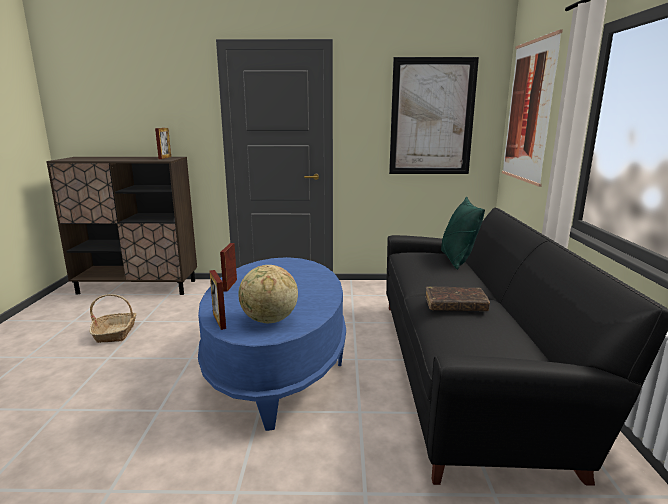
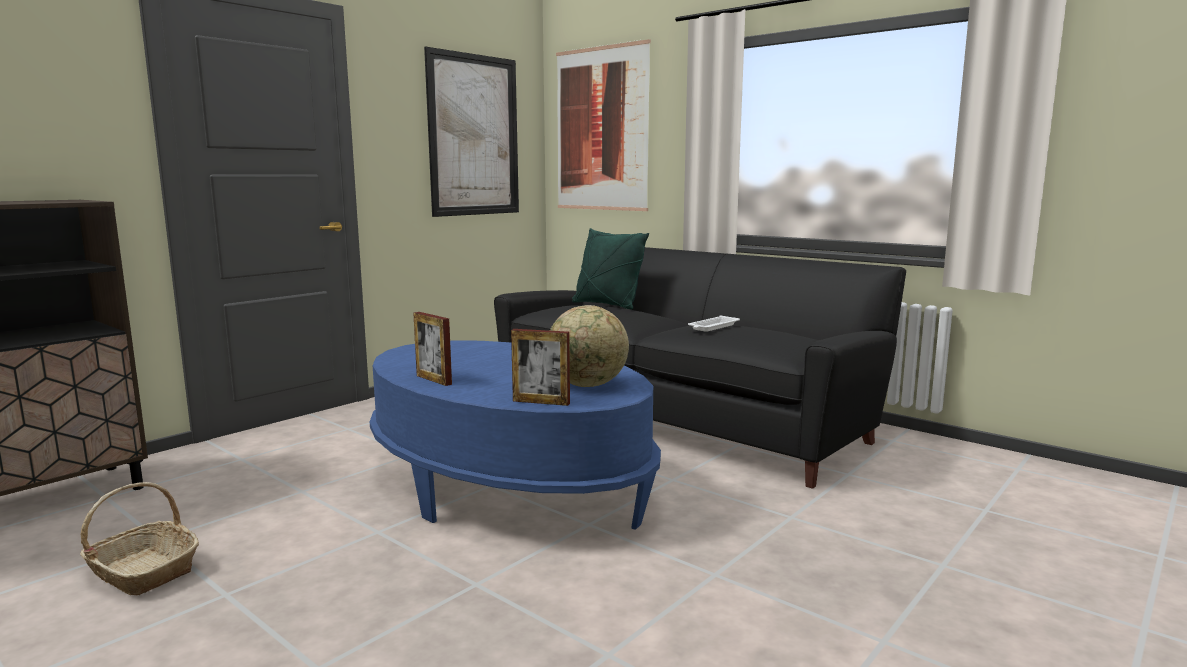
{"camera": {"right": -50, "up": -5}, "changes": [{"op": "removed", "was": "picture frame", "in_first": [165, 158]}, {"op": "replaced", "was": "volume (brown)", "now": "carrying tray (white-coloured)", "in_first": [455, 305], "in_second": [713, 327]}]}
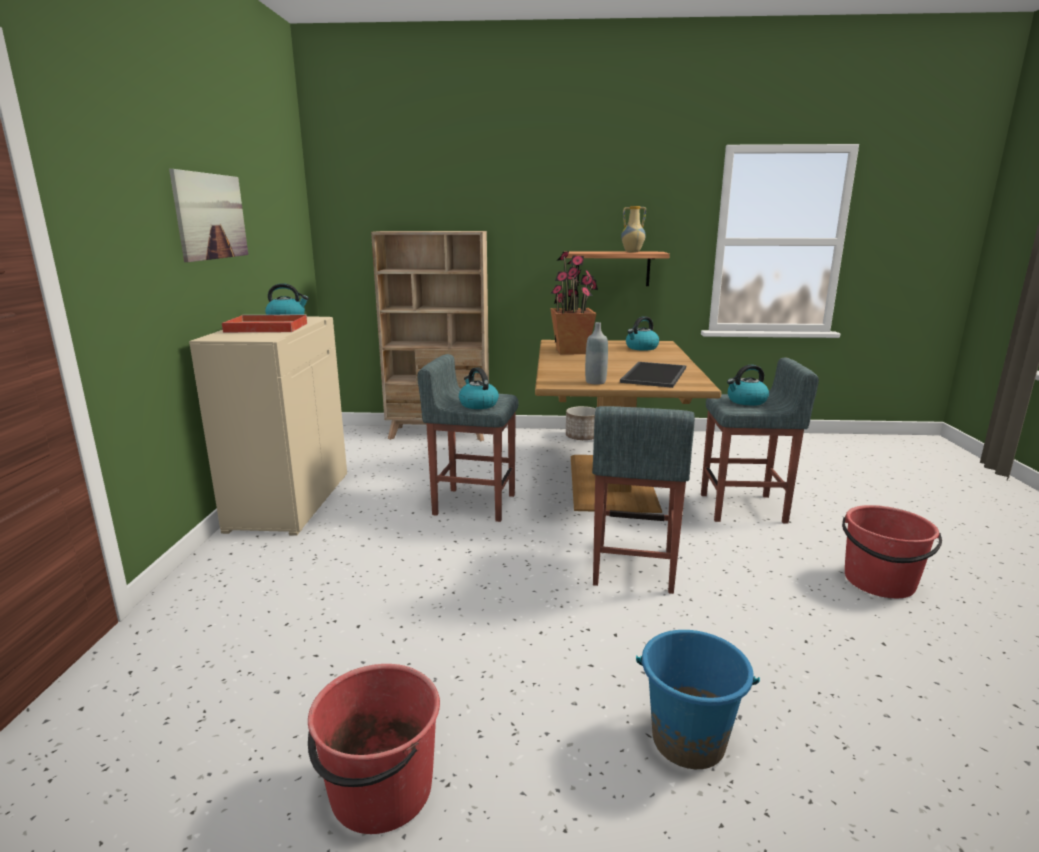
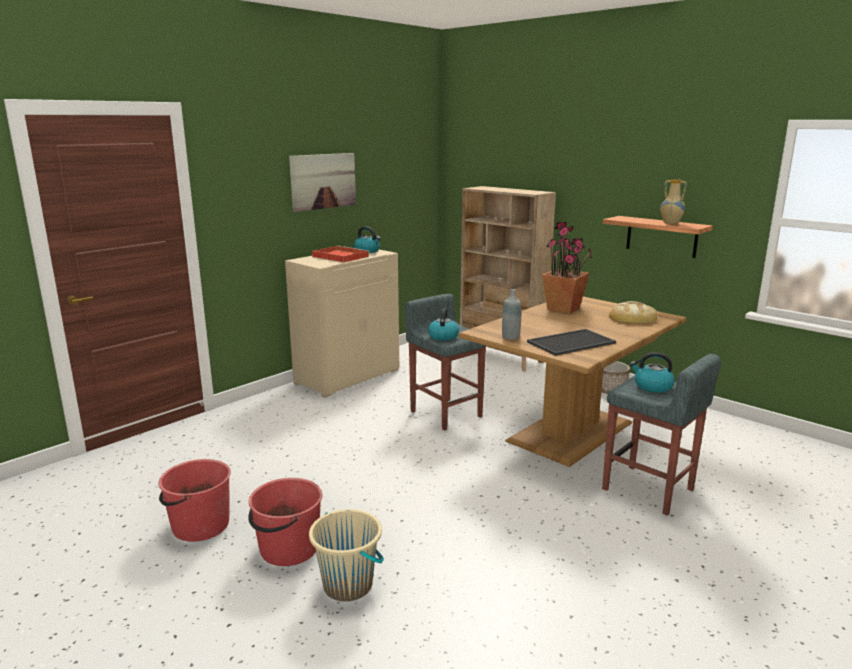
{"camera": {"right": 40, "up": 0}, "changes": [{"op": "removed", "was": "stool seat (greyish)", "in_first": [633, 567]}, {"op": "replaced", "was": "kettle", "now": "bakery bread", "in_first": [641, 348], "in_second": [632, 317]}, {"op": "recoloured", "was": "pail (blue)", "now": "pail (beige)", "in_first": [688, 741], "in_second": [348, 585]}, {"op": "moved", "was": "pail (reddish)", "in_first": [879, 582], "in_second": [288, 549]}]}
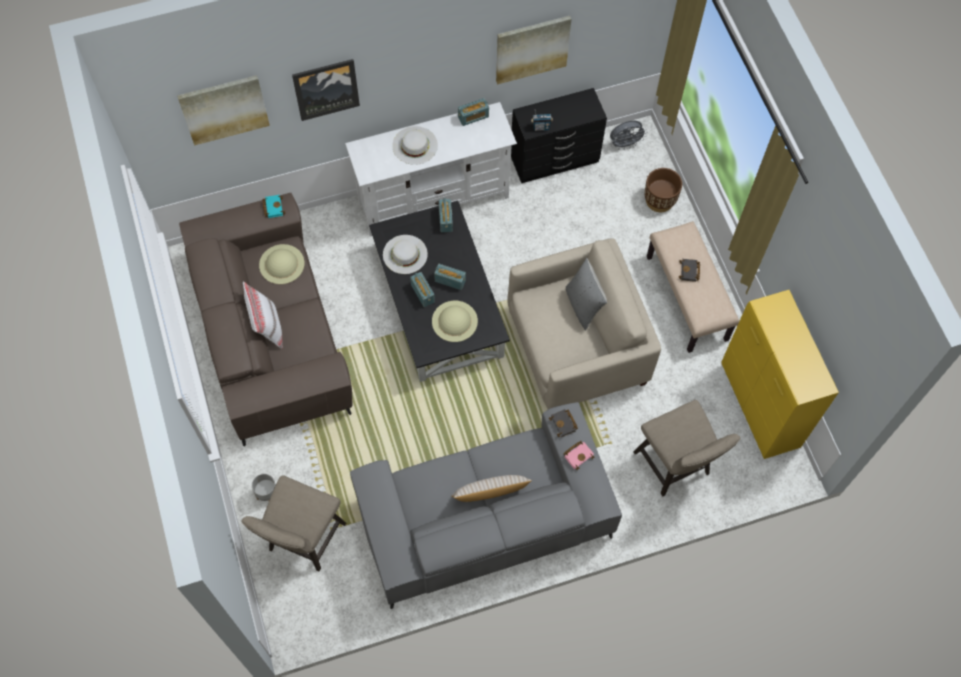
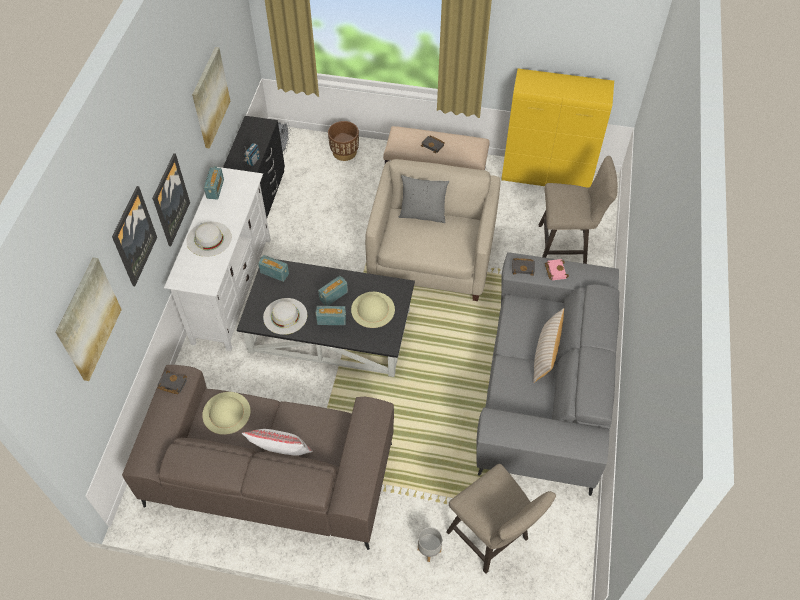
{"camera": {"right": -60, "up": -10}, "changes": [{"op": "recoloured", "was": "volume (turquoise)", "now": "volume (black)", "in_first": [273, 207], "in_second": [171, 384]}, {"op": "added", "now": "wall art", "in_second": [170, 200]}]}
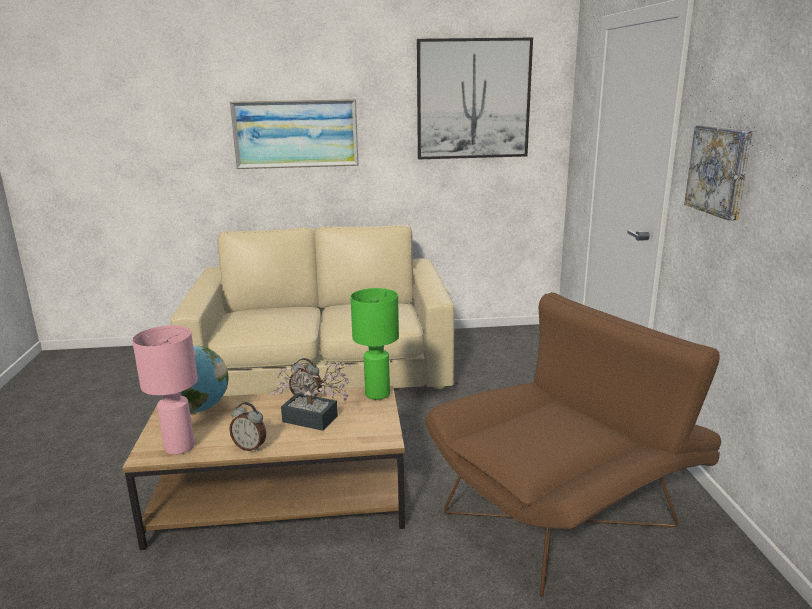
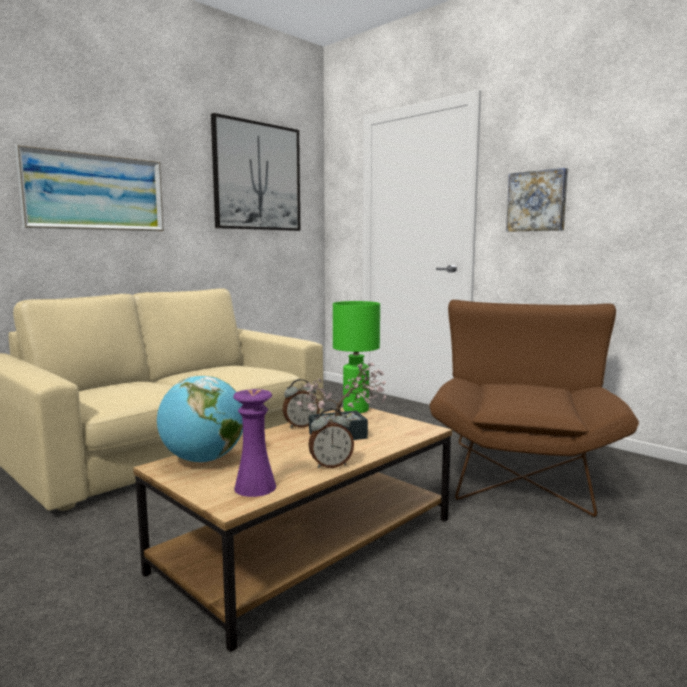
{"camera": {"right": -40, "up": -10}, "changes": [{"op": "replaced", "was": "lamp for a table (pinkish)", "now": "flower vase (purple-coloured)", "in_first": [179, 447], "in_second": [255, 487]}]}
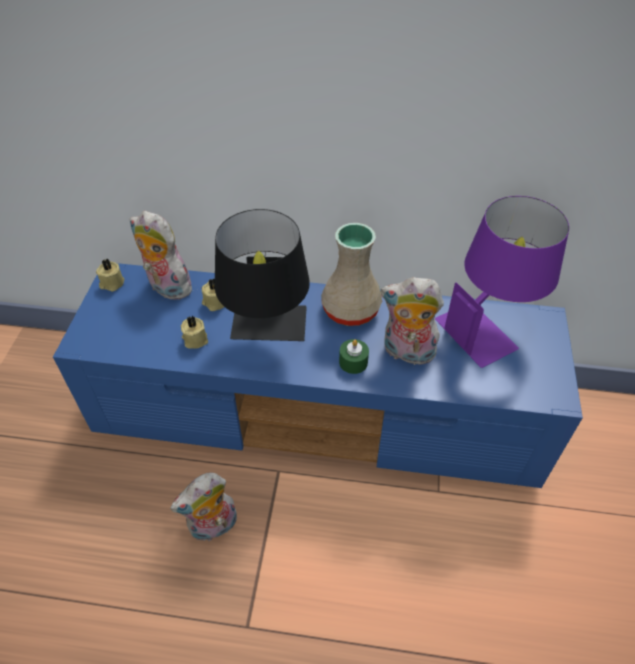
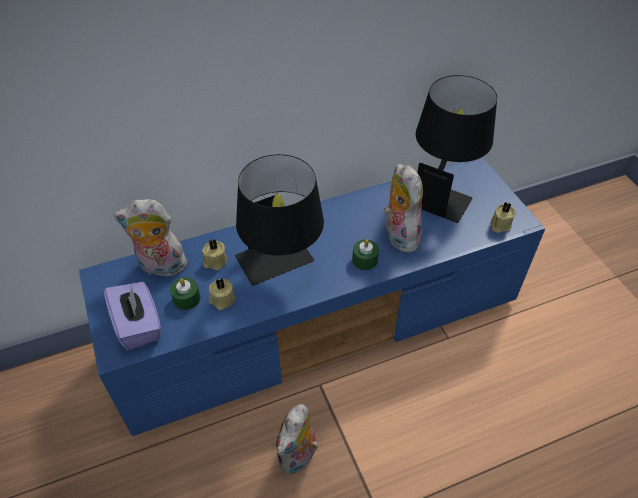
{"camera": {"right": -30, "up": 0}, "changes": [{"op": "moved", "was": "wax candle (beige)", "in_first": [111, 283], "in_second": [499, 225]}, {"op": "removed", "was": "flower vase (beige)", "in_first": [352, 310]}, {"op": "turned", "was": "soft toy", "in_first": [406, 353], "in_second": [398, 235], "clockwise": 90}, {"op": "recoloured", "was": "lamp for a table (purple-coloured)", "now": "lamp for a table (black)", "in_first": [488, 326], "in_second": [441, 190]}, {"op": "added", "now": "tissue box (purple-coloured)", "in_second": [138, 326]}, {"op": "added", "now": "wax candle (greenish)", "in_second": [186, 298]}]}
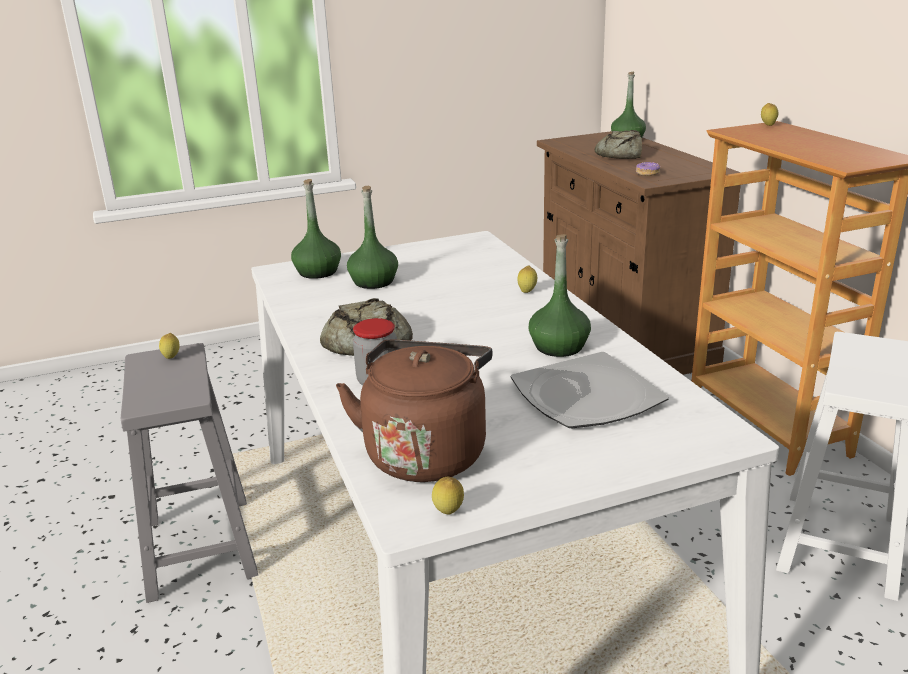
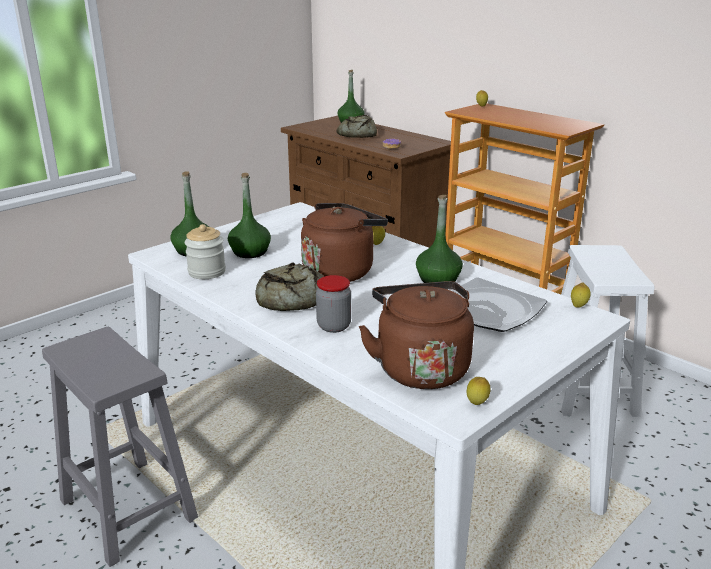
{"camera": {"right": -25, "up": 0}, "changes": [{"op": "moved", "was": "citrus fruit", "in_first": [171, 358], "in_second": [578, 306]}, {"op": "added", "now": "storage jar", "in_second": [207, 272]}, {"op": "added", "now": "kettle (brown)", "in_second": [340, 271]}]}
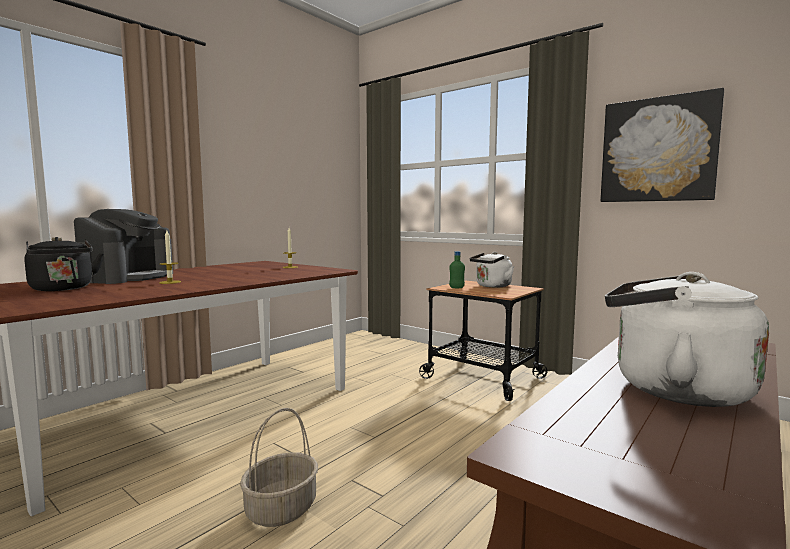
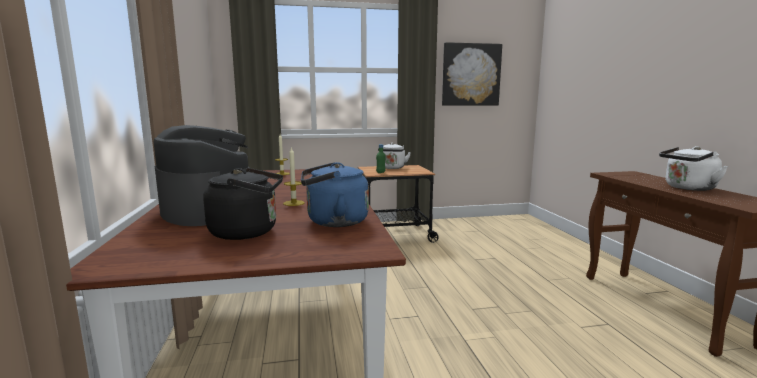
{"camera": {"right": -50, "up": 5}, "changes": [{"op": "removed", "was": "household basket", "in_first": [281, 509]}, {"op": "added", "now": "kettle (blue)", "in_second": [333, 222]}]}
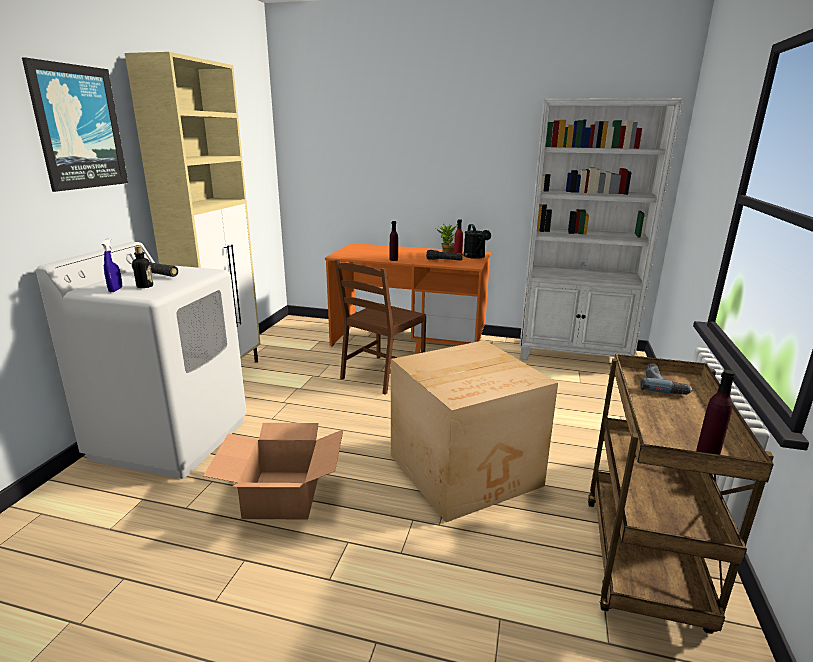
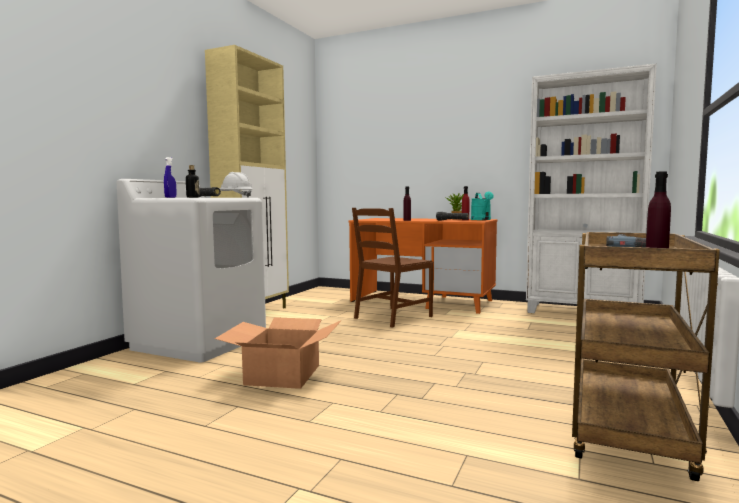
{"camera": {"right": 10, "up": -15}, "changes": [{"op": "removed", "was": "wall art", "in_first": [78, 127]}, {"op": "removed", "was": "carton", "in_first": [467, 470]}, {"op": "recoloured", "was": "watering pot (black)", "now": "watering pot (turquoise)", "in_first": [476, 257], "in_second": [482, 219]}, {"op": "added", "now": "safety helmet (white-coloured)", "in_second": [235, 197]}]}
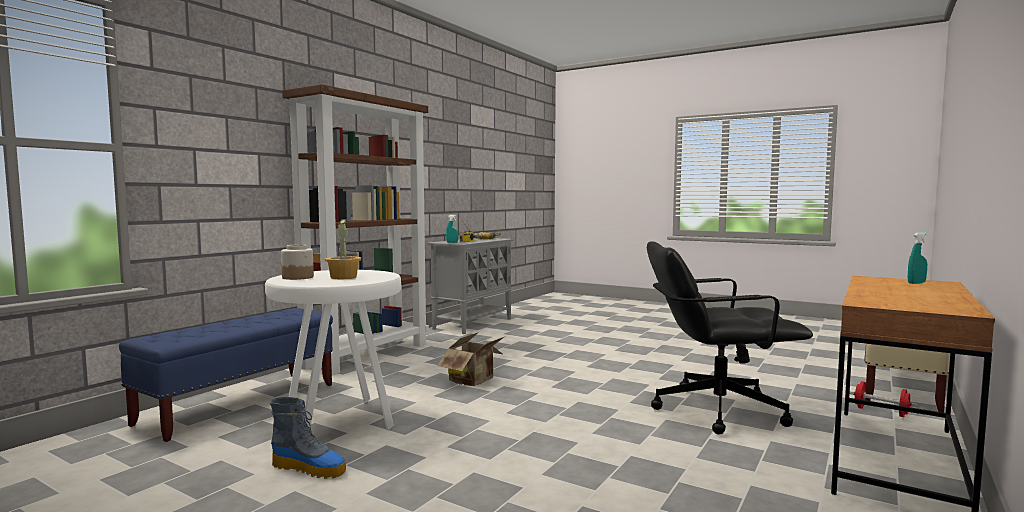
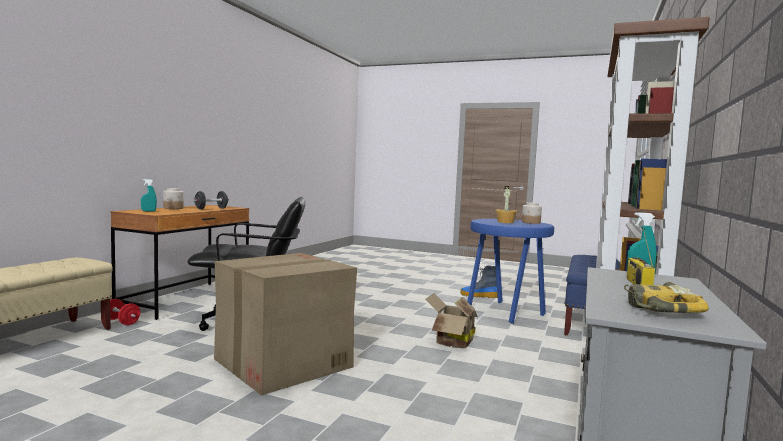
{"camera": {"right": 170, "up": 0}, "changes": [{"op": "recoloured", "was": "stool seat (white-coloured)", "now": "stool seat (blue)", "in_first": [339, 420], "in_second": [505, 313]}, {"op": "added", "now": "storage jar", "in_second": [173, 208]}, {"op": "added", "now": "free weight (black)", "in_second": [211, 208]}, {"op": "added", "now": "carton", "in_second": [282, 363]}]}
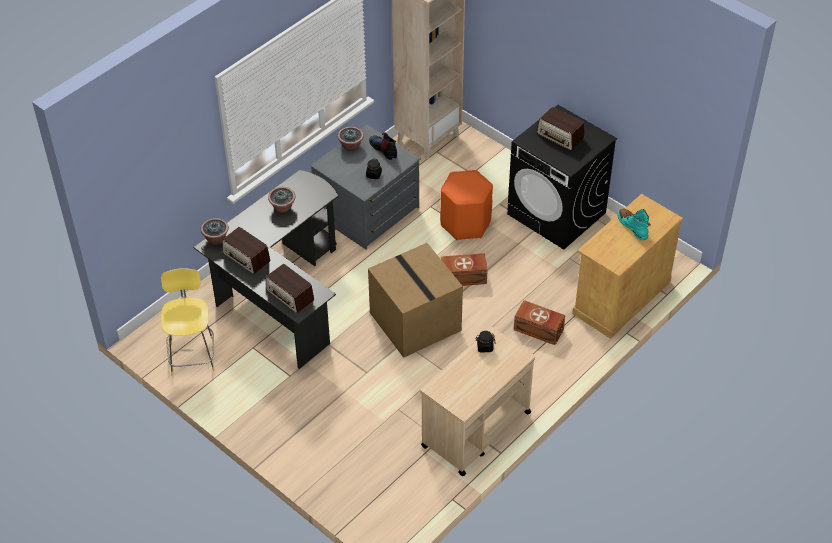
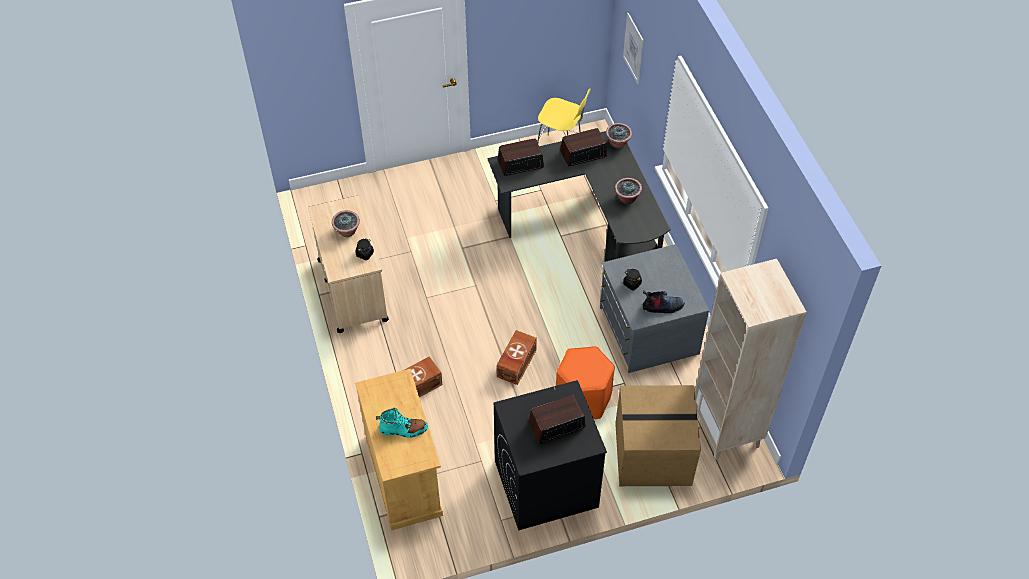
{"camera": {"right": 120, "up": 5}, "changes": [{"op": "moved", "was": "potted plant", "in_first": [351, 146], "in_second": [347, 232]}, {"op": "moved", "was": "carton", "in_first": [413, 321], "in_second": [654, 453]}, {"op": "added", "now": "wall art", "in_second": [633, 48]}]}
